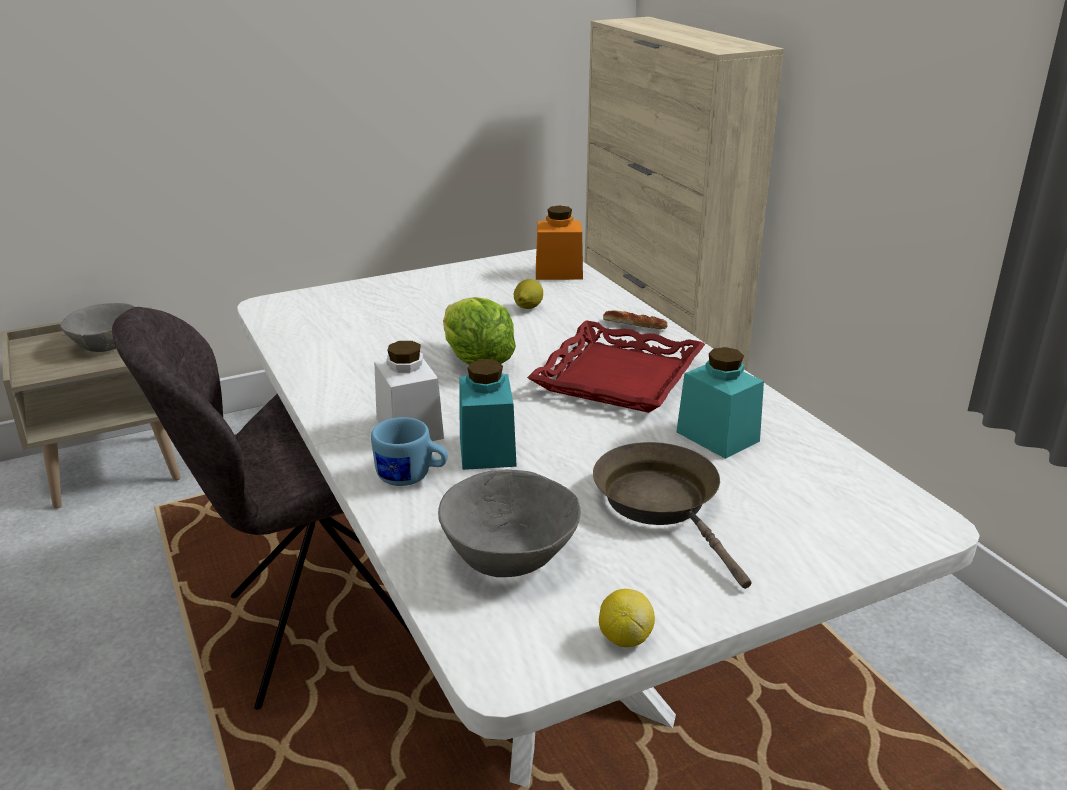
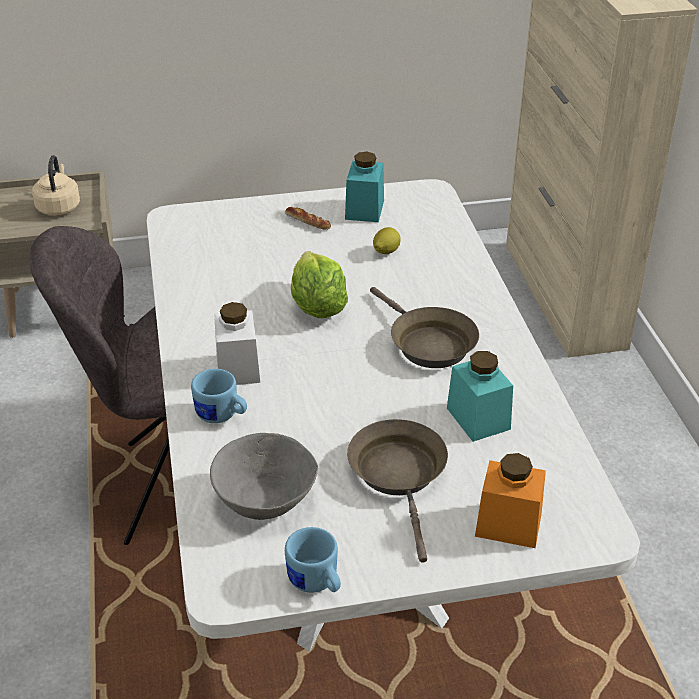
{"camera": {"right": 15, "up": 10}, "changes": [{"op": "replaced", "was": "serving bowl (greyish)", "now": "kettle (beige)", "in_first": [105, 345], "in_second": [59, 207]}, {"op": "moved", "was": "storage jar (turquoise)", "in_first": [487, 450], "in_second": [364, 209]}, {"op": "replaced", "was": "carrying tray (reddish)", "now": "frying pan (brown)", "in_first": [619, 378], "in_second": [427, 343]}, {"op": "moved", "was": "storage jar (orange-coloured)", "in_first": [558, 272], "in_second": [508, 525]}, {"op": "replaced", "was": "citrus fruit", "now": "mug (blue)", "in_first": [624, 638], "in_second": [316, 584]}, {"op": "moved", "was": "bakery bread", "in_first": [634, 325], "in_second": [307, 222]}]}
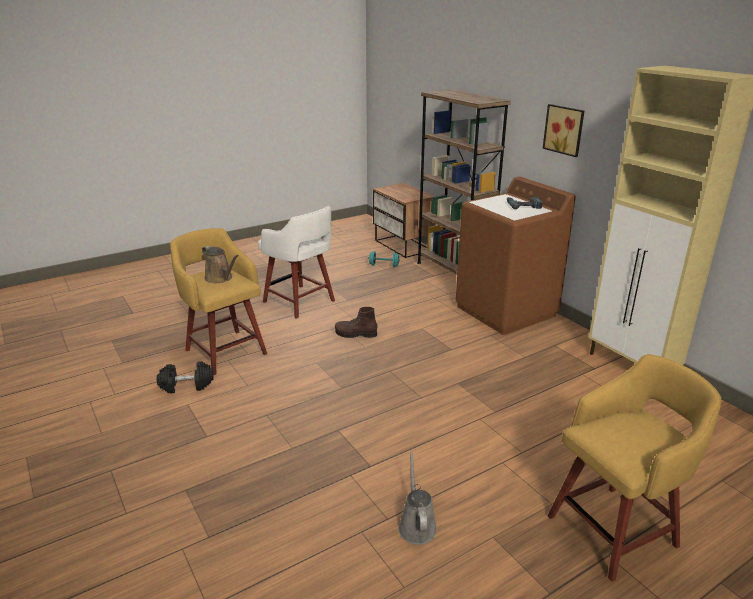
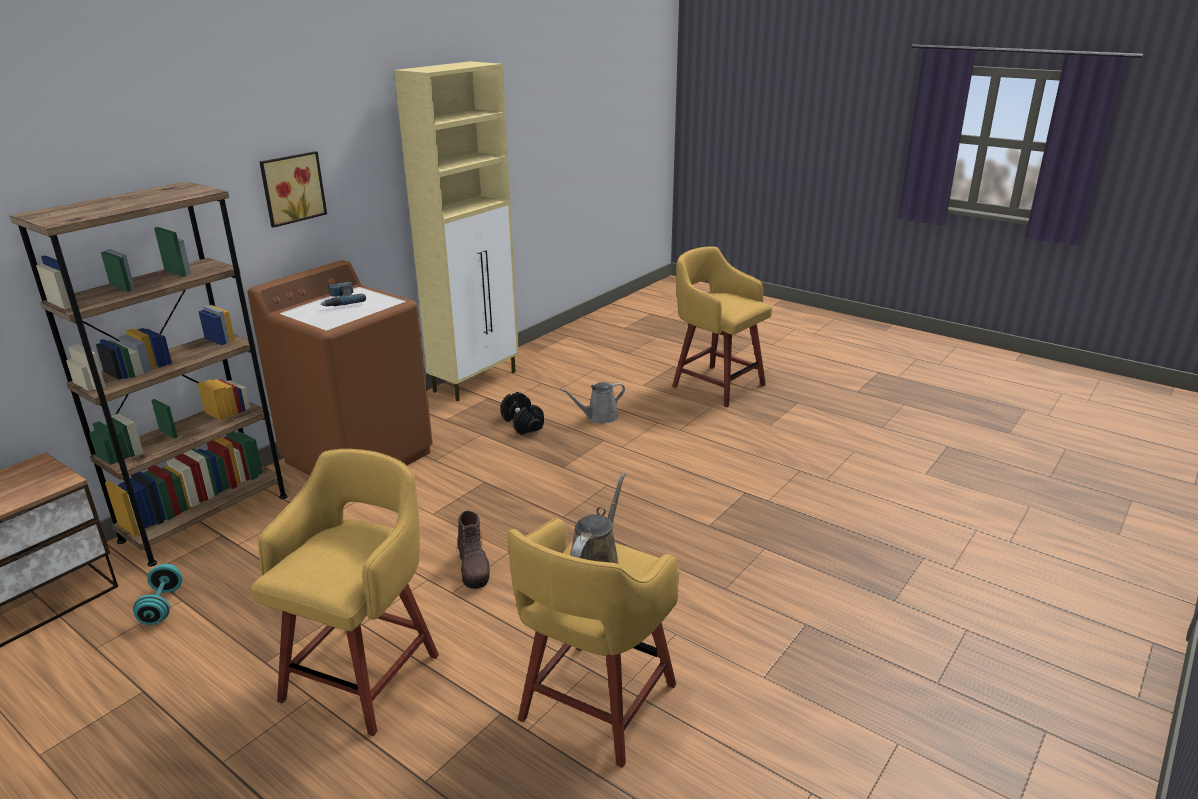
{"camera": {"right": -110, "up": 0}, "changes": [{"op": "moved", "was": "free weight (black)", "in_first": [186, 386], "in_second": [523, 424]}, {"op": "recoloured", "was": "stool seat (white-coloured)", "now": "stool seat (yellow)", "in_first": [300, 302], "in_second": [365, 674]}, {"op": "moved", "was": "watering pot (greyish)", "in_first": [416, 525], "in_second": [599, 417]}]}
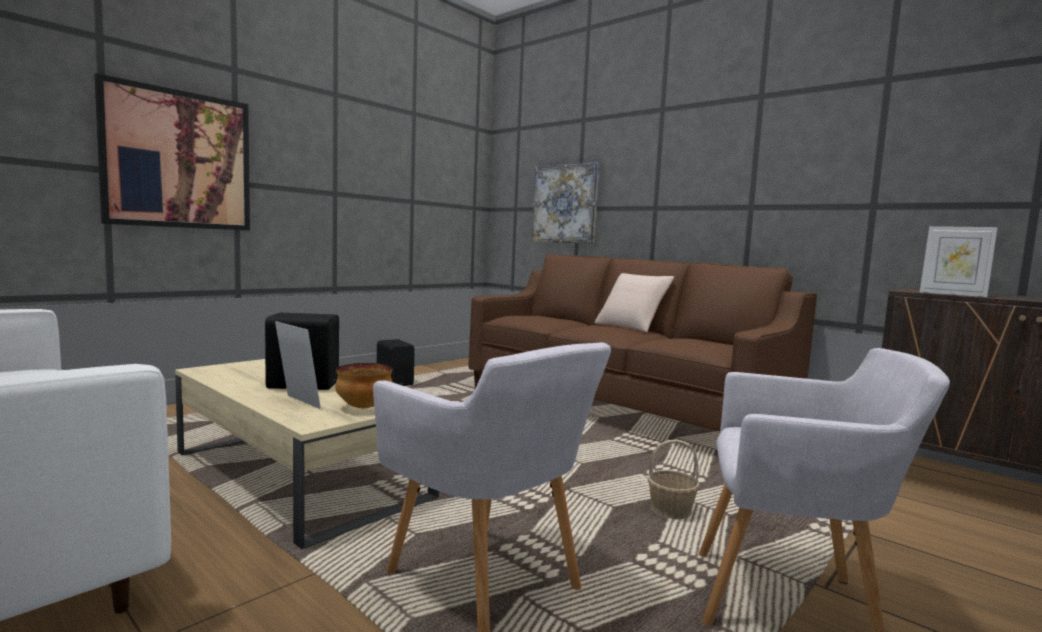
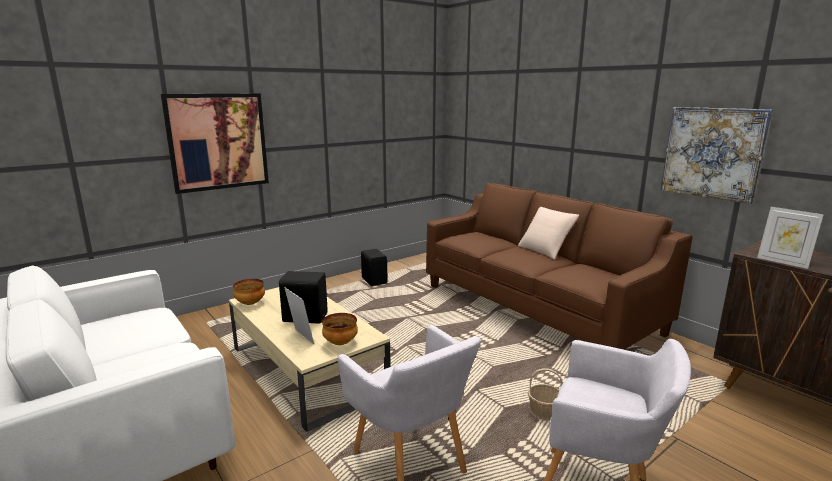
{"camera": {"right": 10, "up": 10}, "changes": [{"op": "moved", "was": "wall art", "in_first": [565, 204], "in_second": [712, 153]}, {"op": "added", "now": "serving bowl", "in_second": [250, 303]}]}
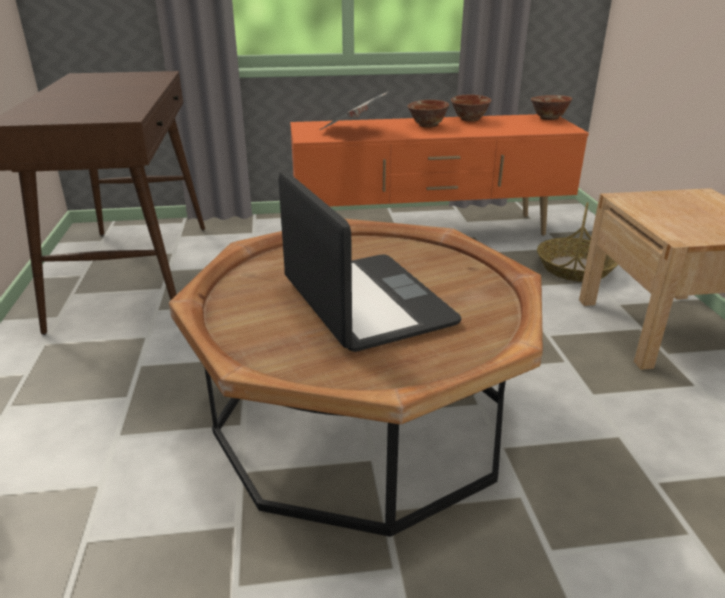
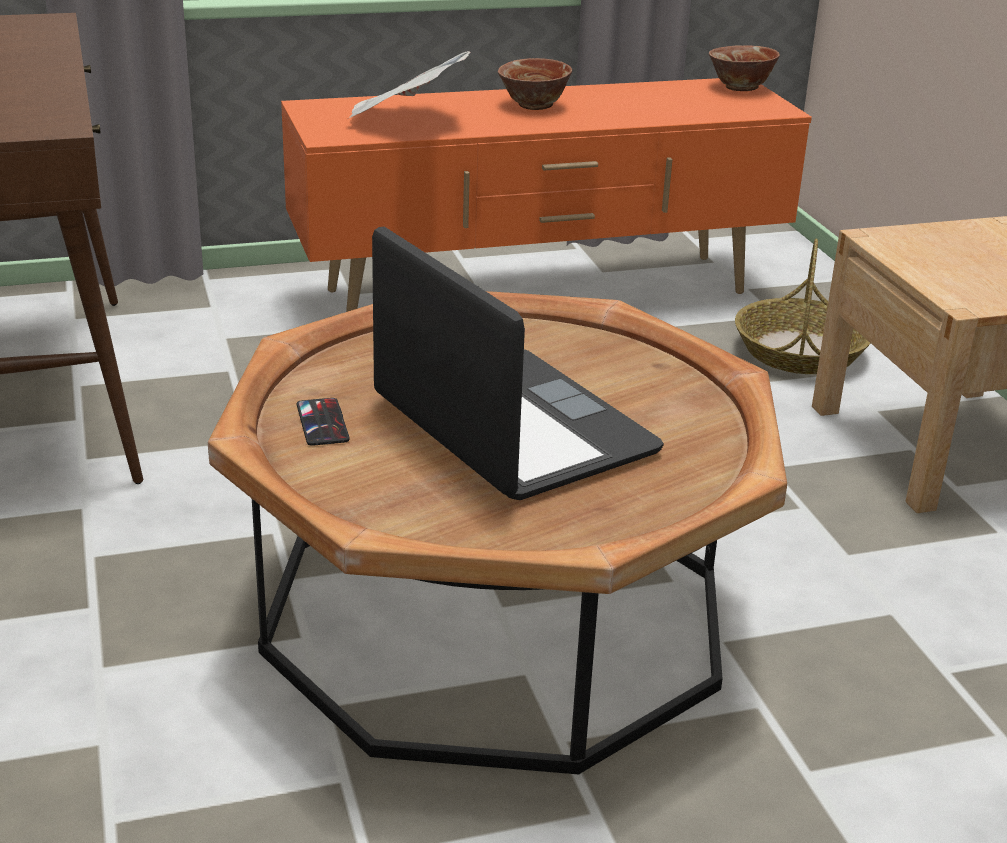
{"camera": {"right": -10, "up": 0}, "changes": [{"op": "removed", "was": "serving bowl", "in_first": [469, 119]}, {"op": "added", "now": "phone", "in_second": [322, 422]}]}
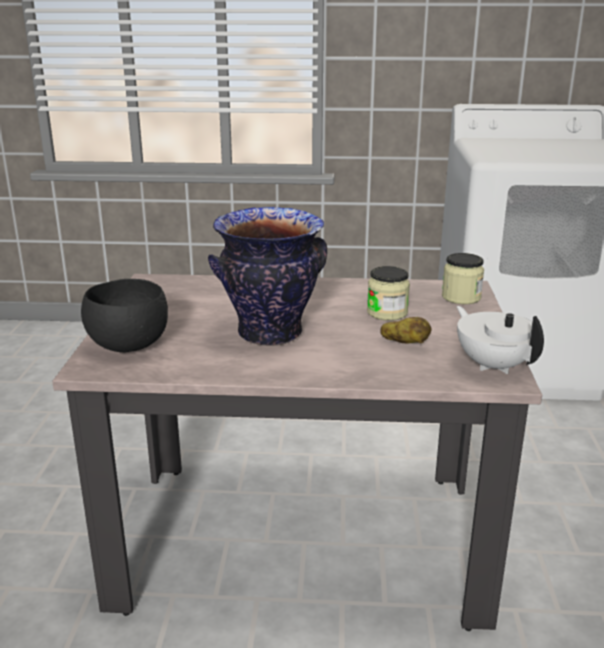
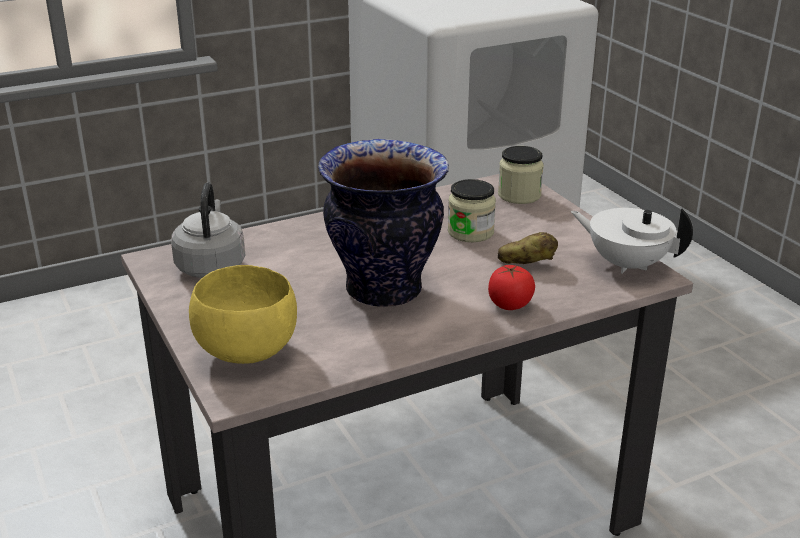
{"camera": {"right": -30, "up": 5}, "changes": [{"op": "recoloured", "was": "serving bowl (black)", "now": "serving bowl (yellow)", "in_first": [128, 345], "in_second": [245, 351]}, {"op": "added", "now": "kettle (greyish)", "in_second": [211, 265]}, {"op": "added", "now": "tomato", "in_second": [510, 304]}]}
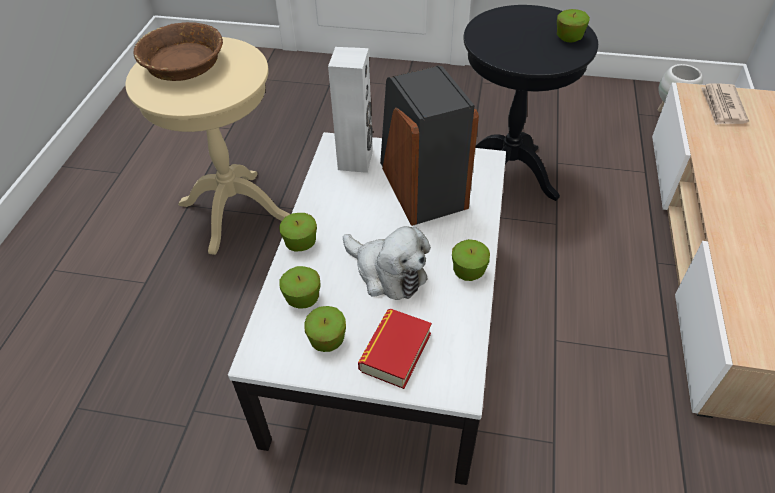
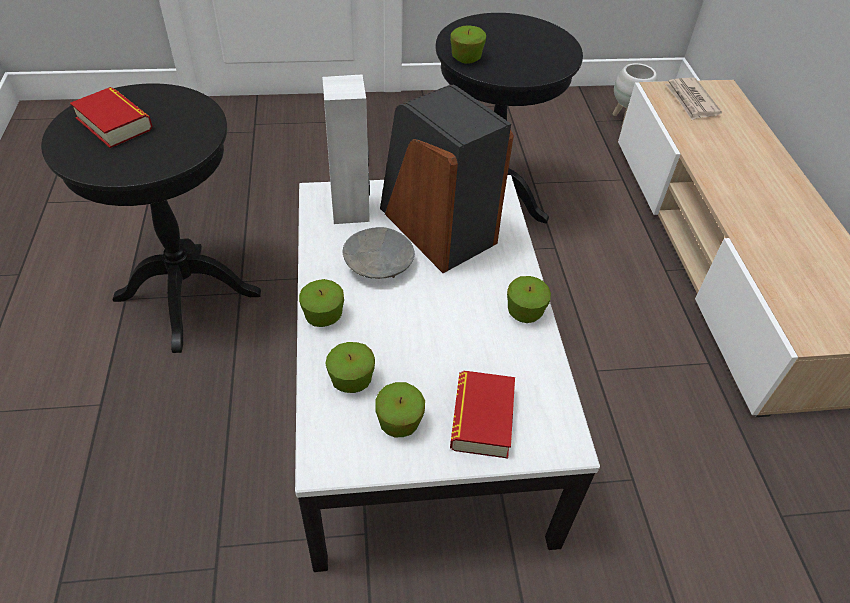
{"camera": {"right": -20, "up": 0}, "changes": [{"op": "recoloured", "was": "end table (beige)", "now": "end table (black)", "in_first": [234, 211], "in_second": [188, 296]}, {"op": "replaced", "was": "serving bowl (brown)", "now": "volume", "in_first": [183, 66], "in_second": [114, 124]}, {"op": "removed", "was": "soft toy", "in_first": [387, 273]}, {"op": "moved", "was": "apple", "in_first": [569, 38], "in_second": [466, 58]}, {"op": "added", "now": "serving bowl (greyish)", "in_second": [378, 264]}]}
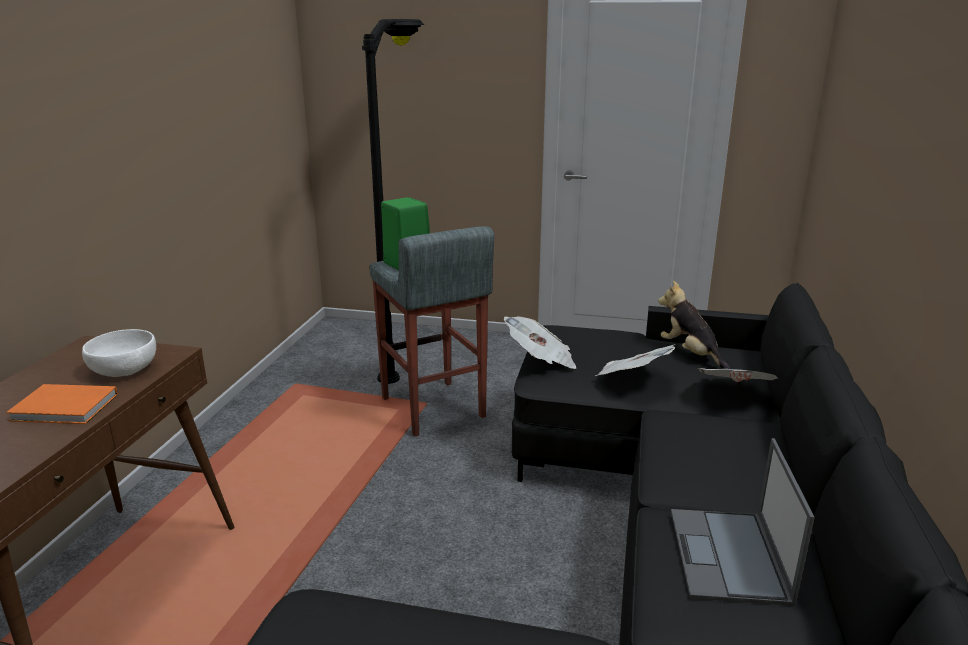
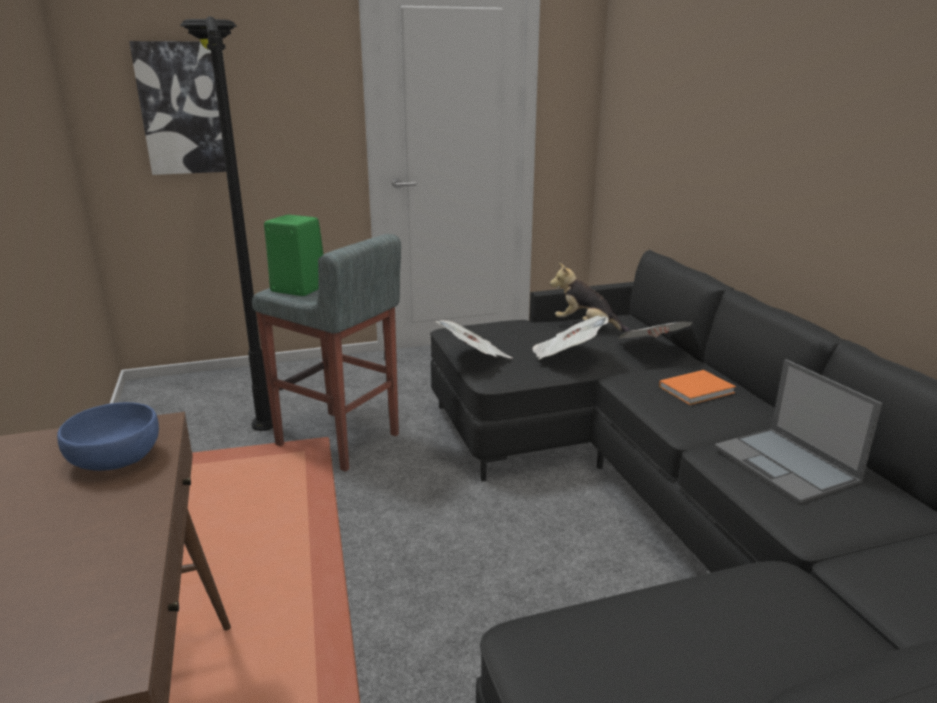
{"camera": {"right": -30, "up": 0}, "changes": [{"op": "moved", "was": "volume (orange-coloured)", "in_first": [66, 408], "in_second": [698, 390]}, {"op": "recoloured", "was": "serving bowl (white-coloured)", "now": "serving bowl (blue)", "in_first": [125, 369], "in_second": [115, 458]}, {"op": "added", "now": "wall art", "in_second": [186, 109]}]}
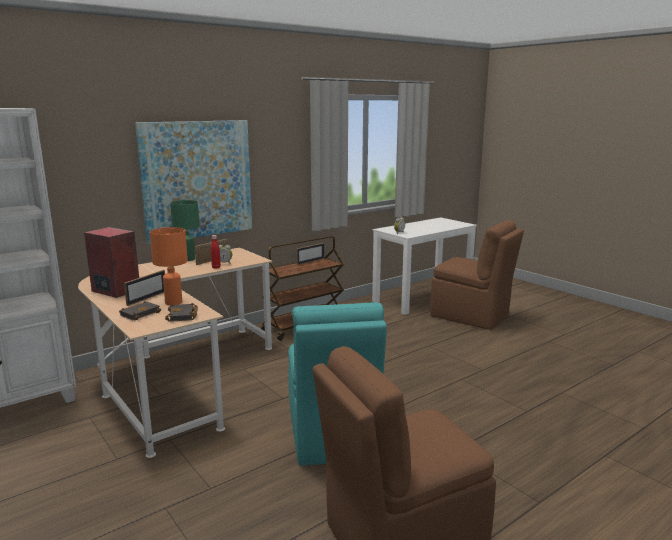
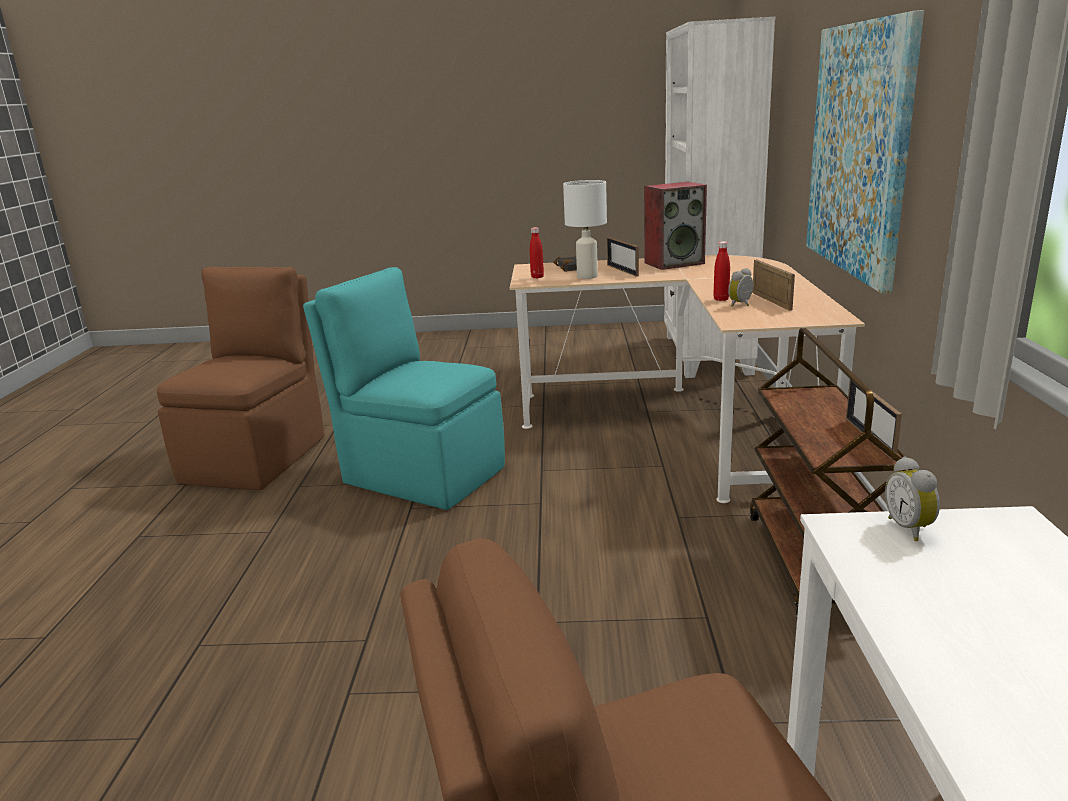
{"camera": {"right": 130, "up": 5}, "changes": [{"op": "recoloured", "was": "lamp for a table (orange-coloured)", "now": "lamp for a table (white-coloured)", "in_first": [174, 302], "in_second": [588, 276]}, {"op": "replaced", "was": "volume (black)", "now": "bottle (reddish)", "in_first": [183, 316], "in_second": [537, 277]}, {"op": "removed", "was": "lamp for a table (greenish)", "in_first": [188, 259]}]}
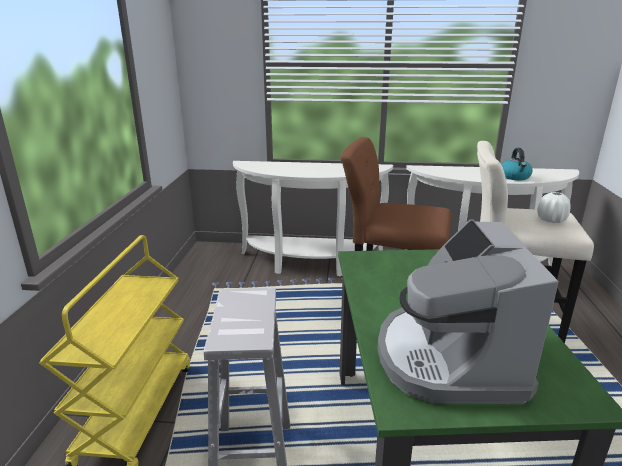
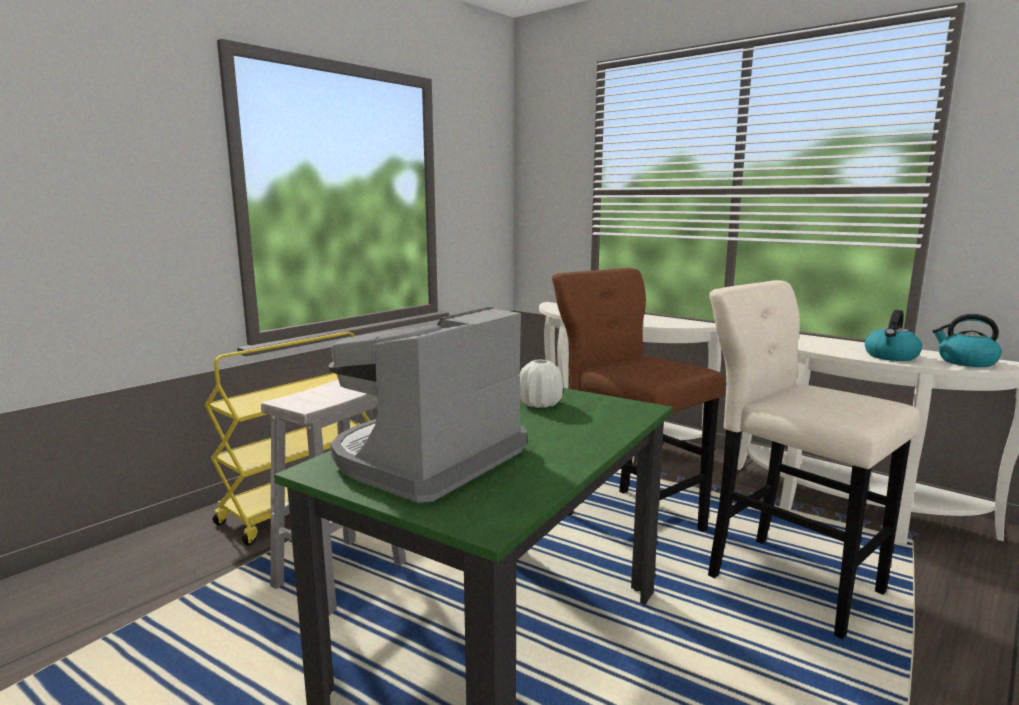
{"camera": {"right": 35, "up": -10}, "changes": [{"op": "moved", "was": "flower vase (white-coloured)", "in_first": [551, 220], "in_second": [540, 404]}, {"op": "added", "now": "kettle", "in_second": [965, 362]}]}
